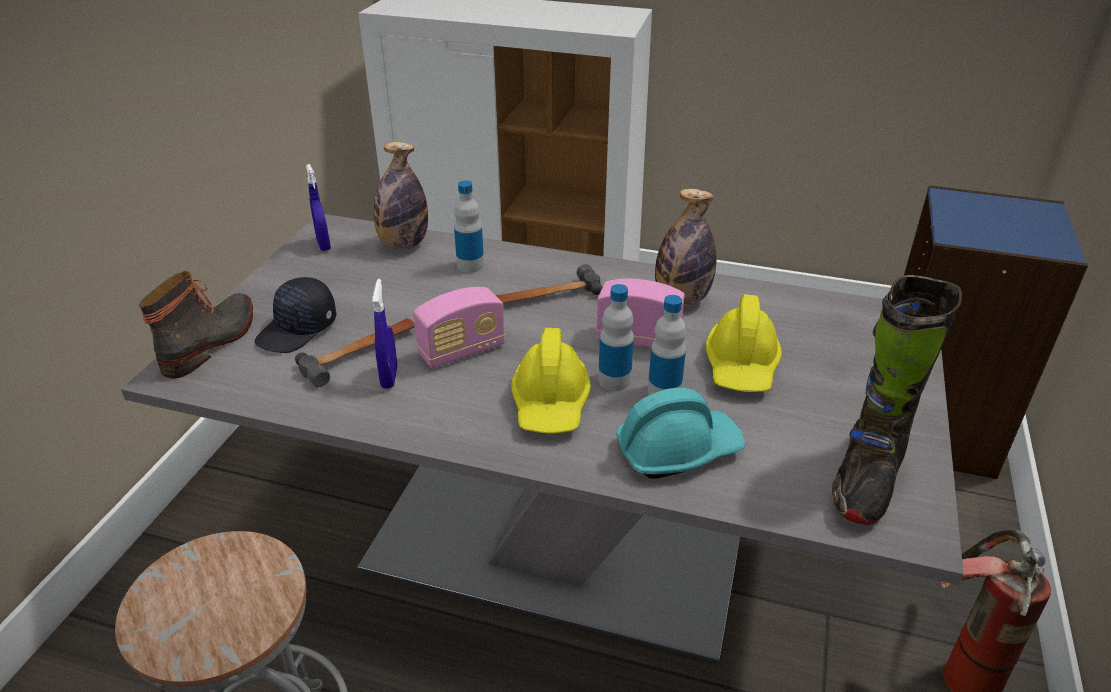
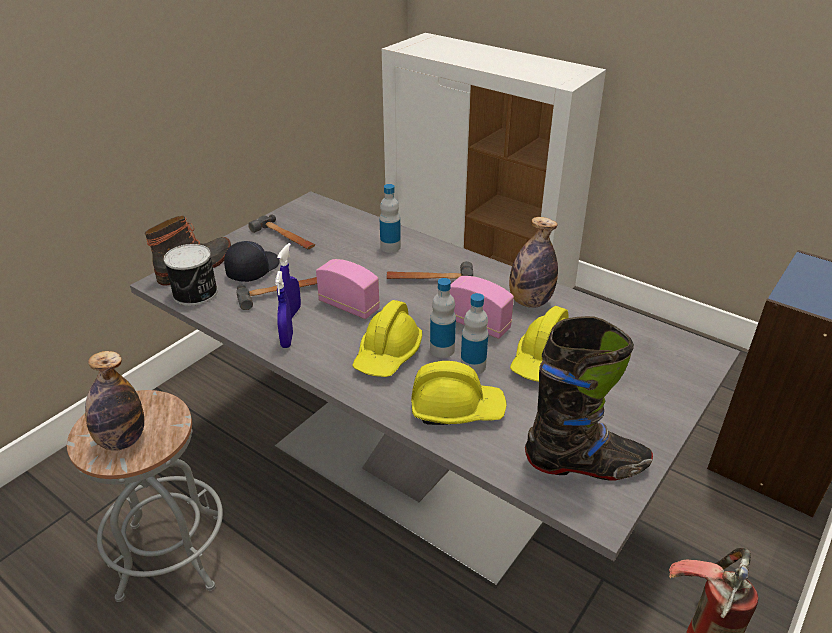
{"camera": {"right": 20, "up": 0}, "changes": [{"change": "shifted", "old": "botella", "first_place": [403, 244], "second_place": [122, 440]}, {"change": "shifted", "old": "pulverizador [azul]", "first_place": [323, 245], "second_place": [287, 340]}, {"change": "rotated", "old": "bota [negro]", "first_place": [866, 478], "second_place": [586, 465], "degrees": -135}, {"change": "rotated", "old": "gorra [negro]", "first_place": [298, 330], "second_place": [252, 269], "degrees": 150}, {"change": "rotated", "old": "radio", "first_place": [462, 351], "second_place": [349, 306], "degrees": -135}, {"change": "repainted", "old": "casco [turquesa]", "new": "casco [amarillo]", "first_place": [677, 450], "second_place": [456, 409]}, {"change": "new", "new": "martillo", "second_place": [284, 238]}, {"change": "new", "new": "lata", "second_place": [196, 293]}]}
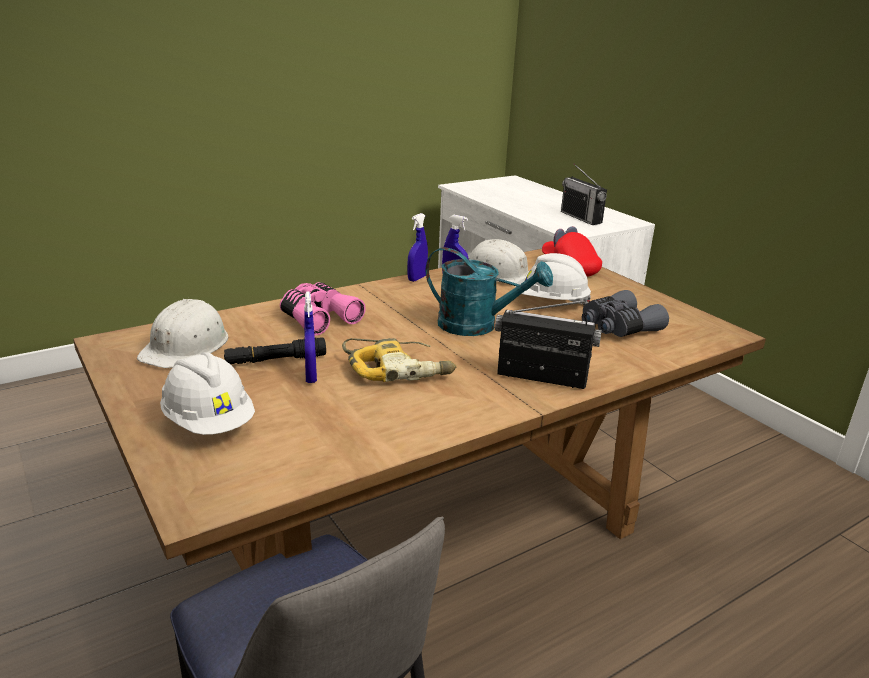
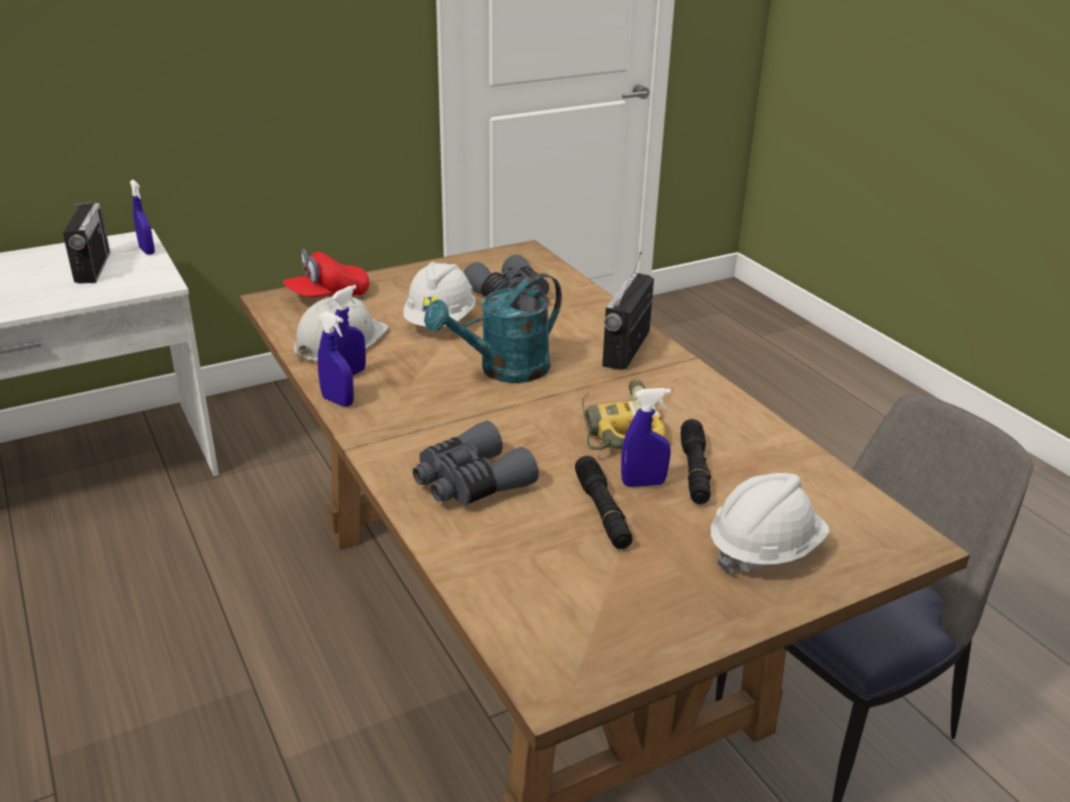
{"camera": {"right": -85, "up": 5}, "changes": [{"change": "rotated", "old": "radio", "first_place": [581, 217], "second_place": [93, 267], "degrees": -75}, {"change": "rotated", "old": "regadera [turquesa]", "first_place": [477, 326], "second_place": [503, 370], "degrees": -150}, {"change": "repainted", "old": "prismáticos [rosa]", "new": "prismáticos [gris]", "first_place": [318, 318], "second_place": [470, 482]}, {"change": "gone", "old": "casco [blanco]", "first_place": [186, 346]}, {"change": "new", "new": "pulverizador [azul]", "second_place": [147, 251]}, {"change": "new", "new": "linterna [negro]", "second_place": [694, 471]}]}
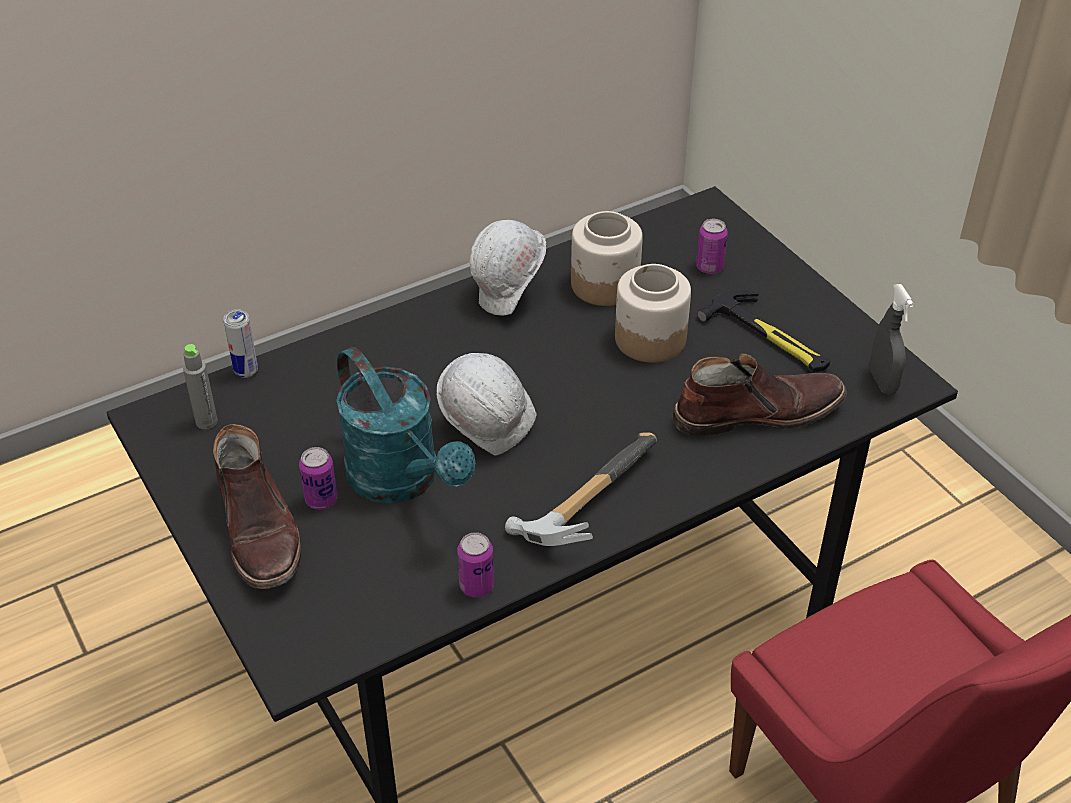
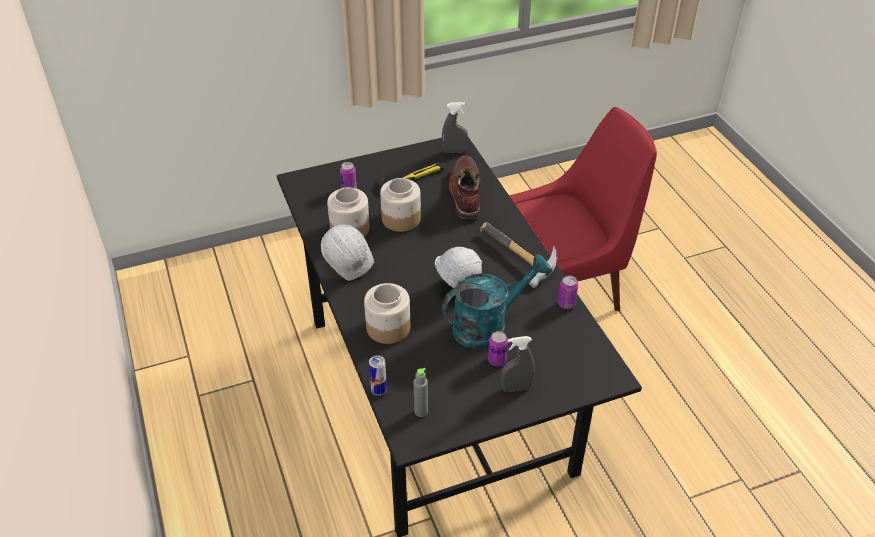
{"camera": {"right": -80, "up": 0}, "changes": [{"change": "swapped", "old": "bota [marrón]", "new": "pulverizador [gris]", "first_place": [260, 530], "second_place": [516, 388]}, {"change": "new", "new": "tarro", "second_place": [387, 328]}]}
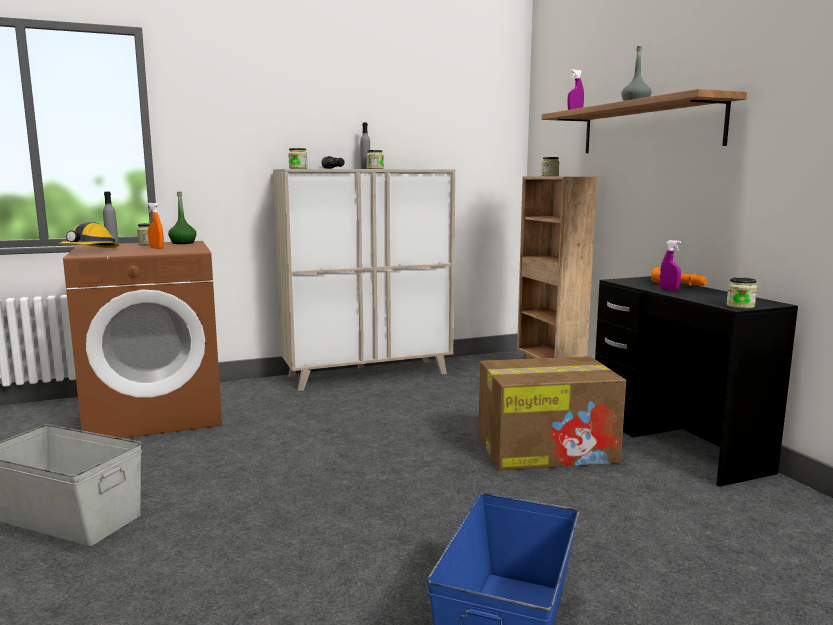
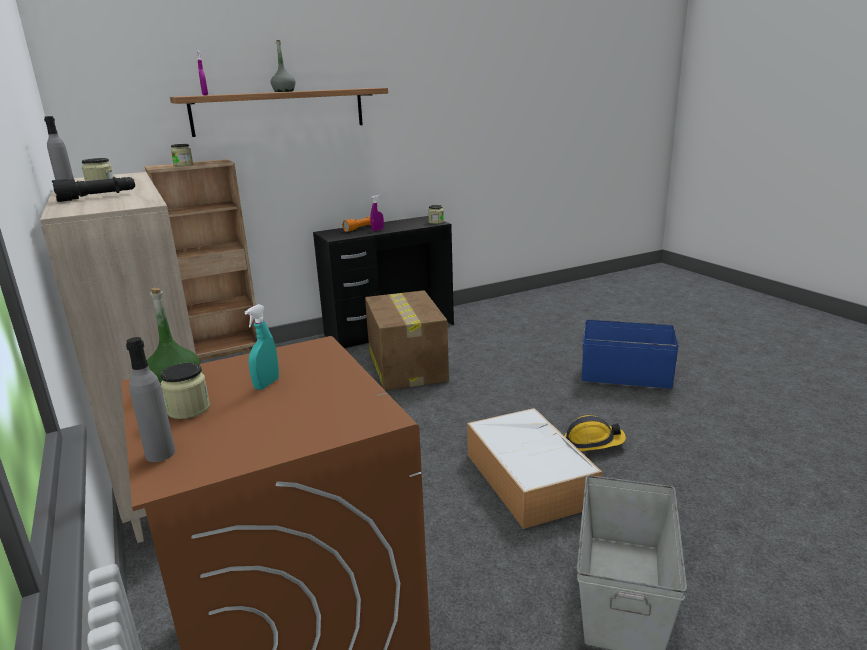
{"camera": {"right": -95, "up": 10}, "changes": [{"change": "gone", "old": "tarro", "first_place": [298, 168]}, {"change": "repainted", "old": "pulverizador [naranja]", "new": "pulverizador [turquesa]", "first_place": [156, 248], "second_place": [266, 384]}, {"change": "shifted", "old": "casco", "first_place": [90, 250], "second_place": [592, 443]}, {"change": "new", "new": "caja de almacenaje", "second_place": [527, 478]}]}
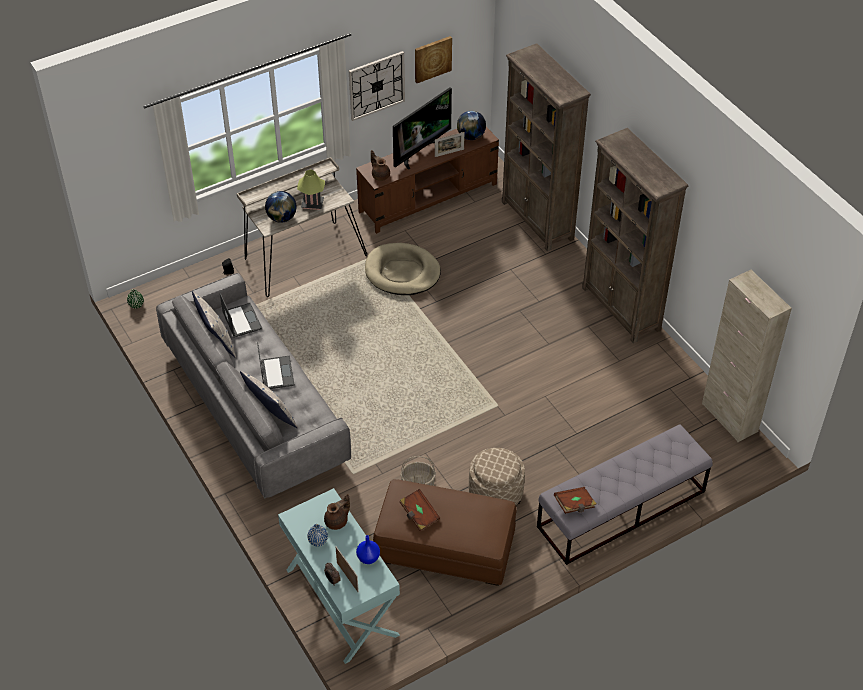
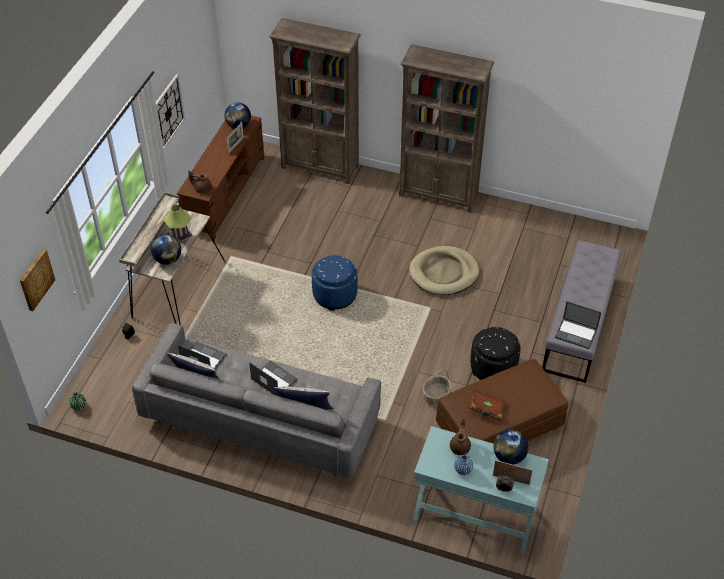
{"camera": {"right": -40, "up": 0}, "changes": [{"change": "shifted", "old": "cuadro", "first_place": [432, 58], "second_place": [36, 279]}, {"change": "gone", "old": "televisor", "first_place": [420, 151]}, {"change": "shifted", "old": "cama para perro [beis]", "first_place": [402, 272], "second_place": [444, 273]}, {"change": "gone", "old": "armario [beis]", "first_place": [729, 417]}, {"change": "repainted", "old": "puf [beis]", "new": "puf [negro]", "first_place": [495, 494], "second_place": [493, 368]}, {"change": "swapped", "old": "libro [marrón]", "new": "portátil", "first_place": [574, 505], "second_place": [576, 333]}, {"change": "swapped", "old": "florero [azul]", "new": "globo terráqueo", "first_place": [368, 558], "second_place": [509, 456]}, {"change": "new", "new": "puf [azul]", "second_place": [335, 295]}]}
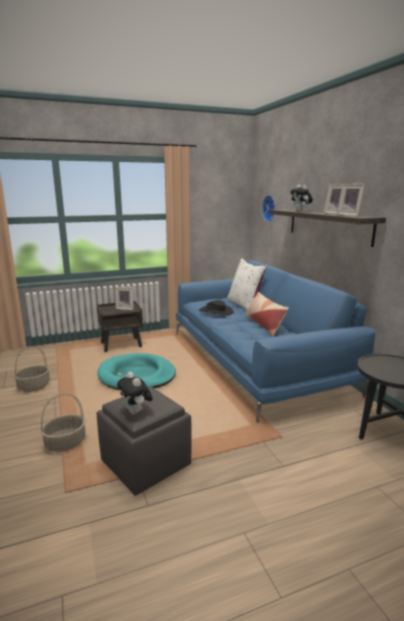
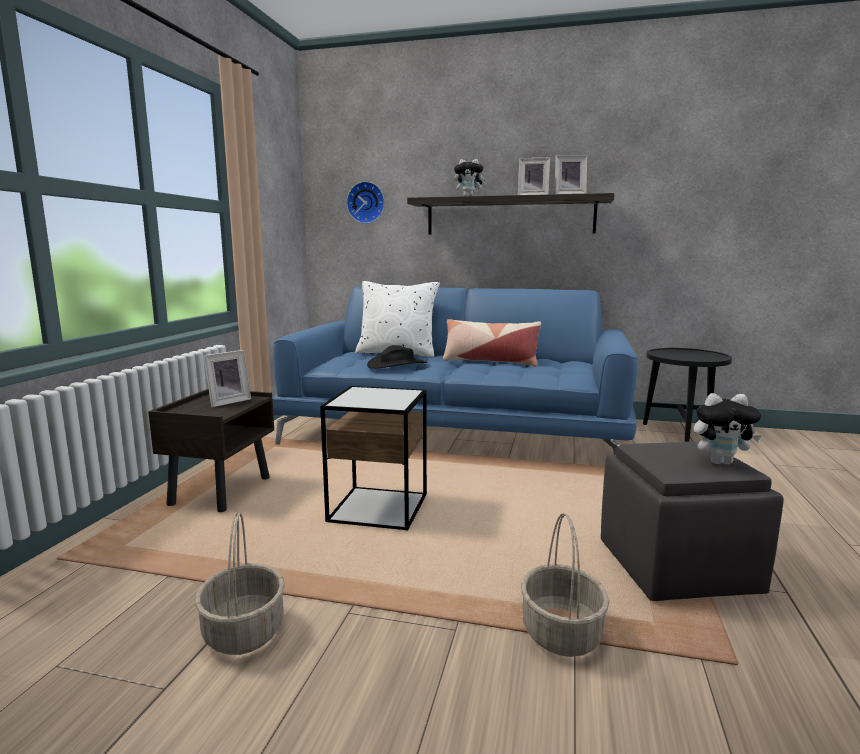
{"camera": {"right": -55, "up": -5}, "changes": [{"change": "swapped", "old": "cama para perro [turquesa]", "new": "mesa auxiliar", "first_place": [137, 375], "second_place": [379, 508]}]}
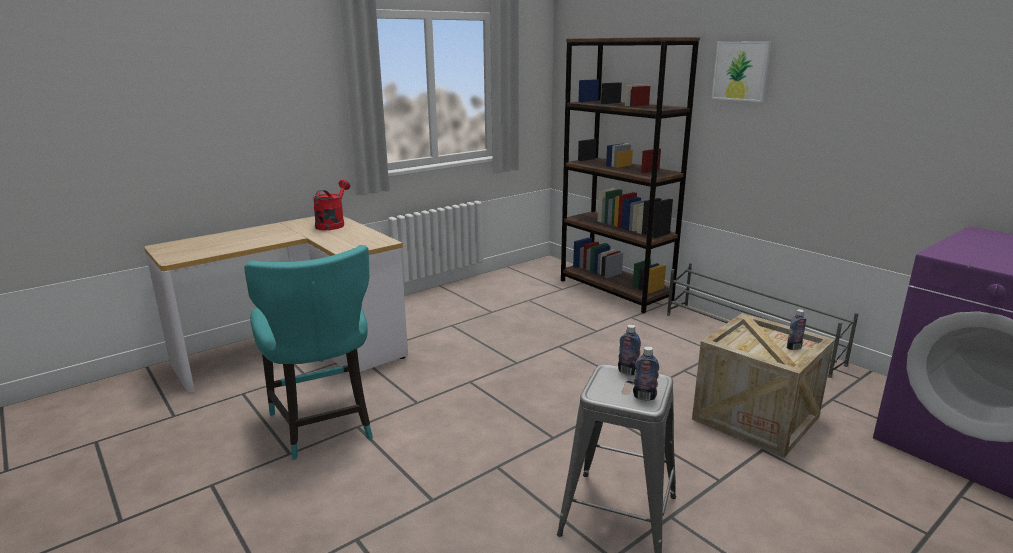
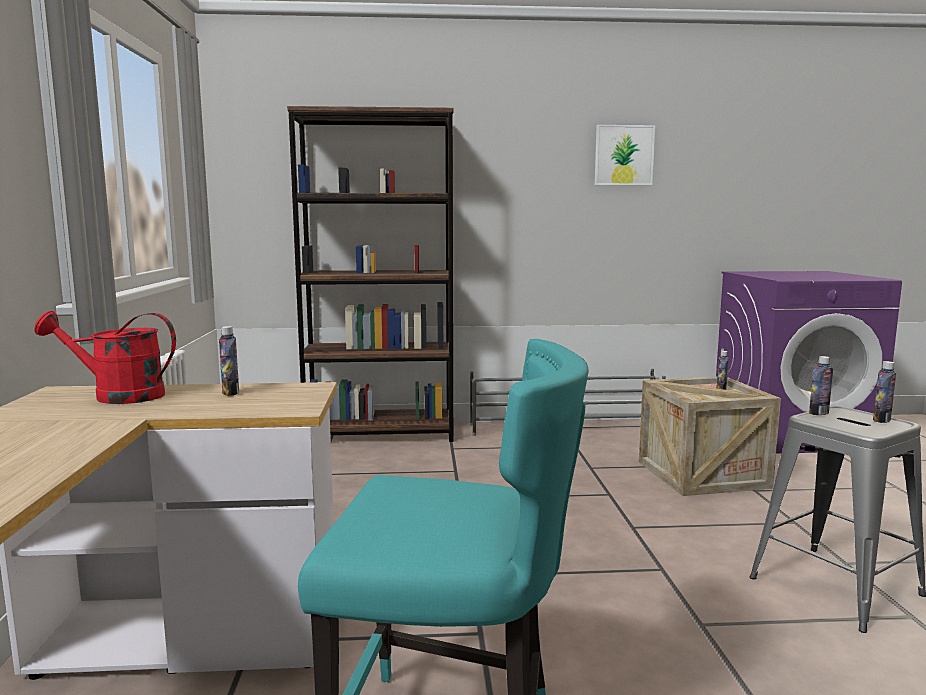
{"camera": {"right": -55, "up": -10}, "changes": [{"change": "shifted", "old": "cuadro", "first_place": [740, 71], "second_place": [624, 155]}, {"change": "rotated", "old": "regadera [rojo]", "first_place": [332, 224], "second_place": [118, 396], "degrees": -45}, {"change": "new", "new": "botella", "second_place": [230, 393]}]}
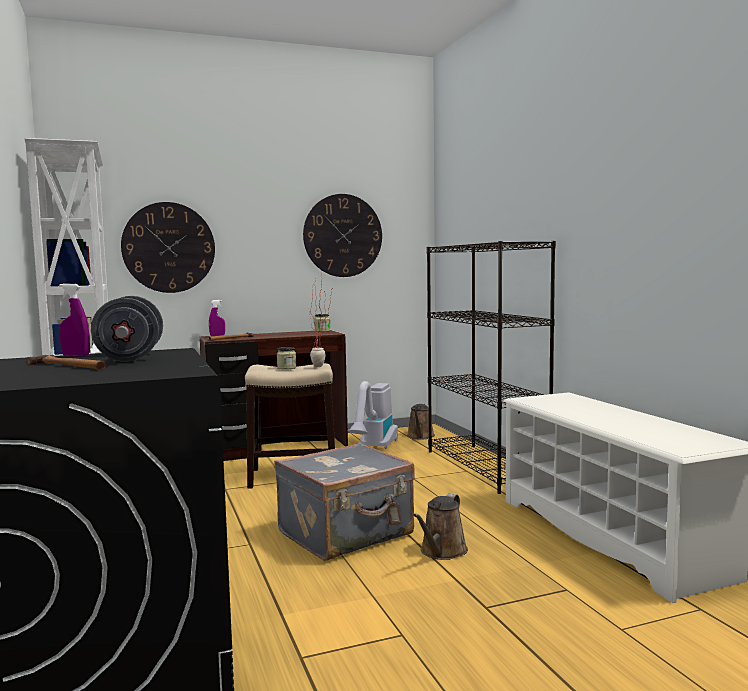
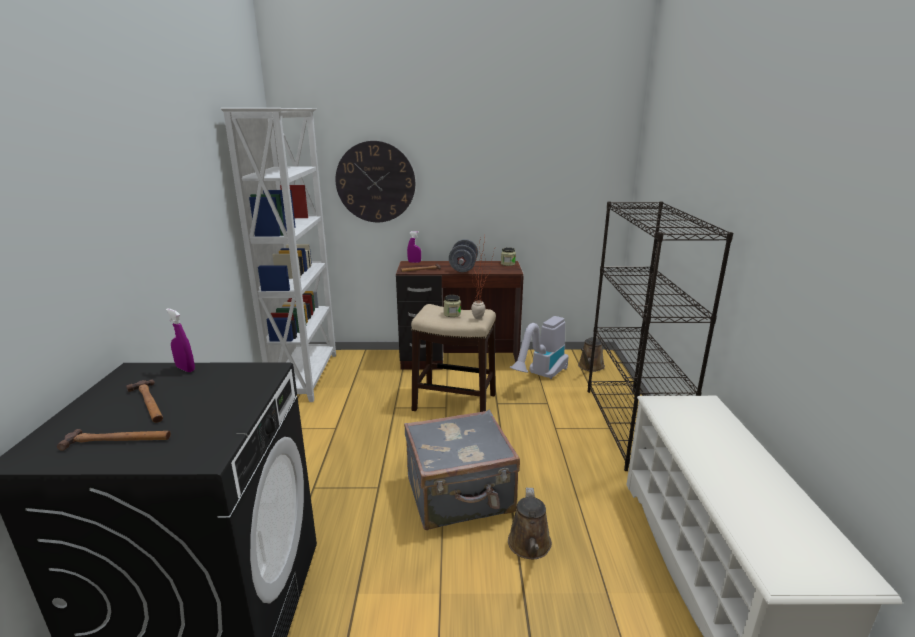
{"camera": {"right": 20, "up": 15}, "changes": [{"change": "gone", "old": "reloj de pared", "first_place": [343, 235]}, {"change": "shifted", "old": "mancuerna [gris]", "first_place": [130, 357], "second_place": [463, 268]}, {"change": "rotated", "old": "regadera [marrón]", "first_place": [442, 552], "second_place": [530, 546], "degrees": -45}, {"change": "new", "new": "martillo", "second_place": [118, 441]}]}
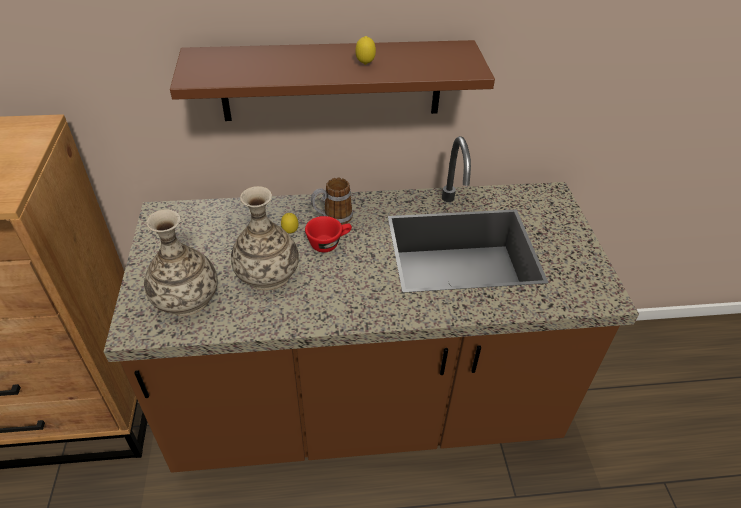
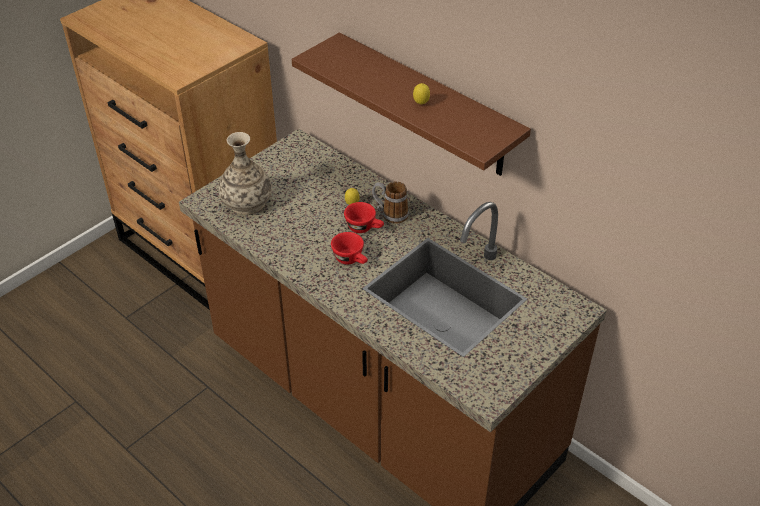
{"camera": {"right": 50, "up": 0}, "changes": [{"change": "gone", "old": "florero", "first_place": [267, 274]}, {"change": "new", "new": "taza [rojo]", "second_place": [351, 260]}]}
